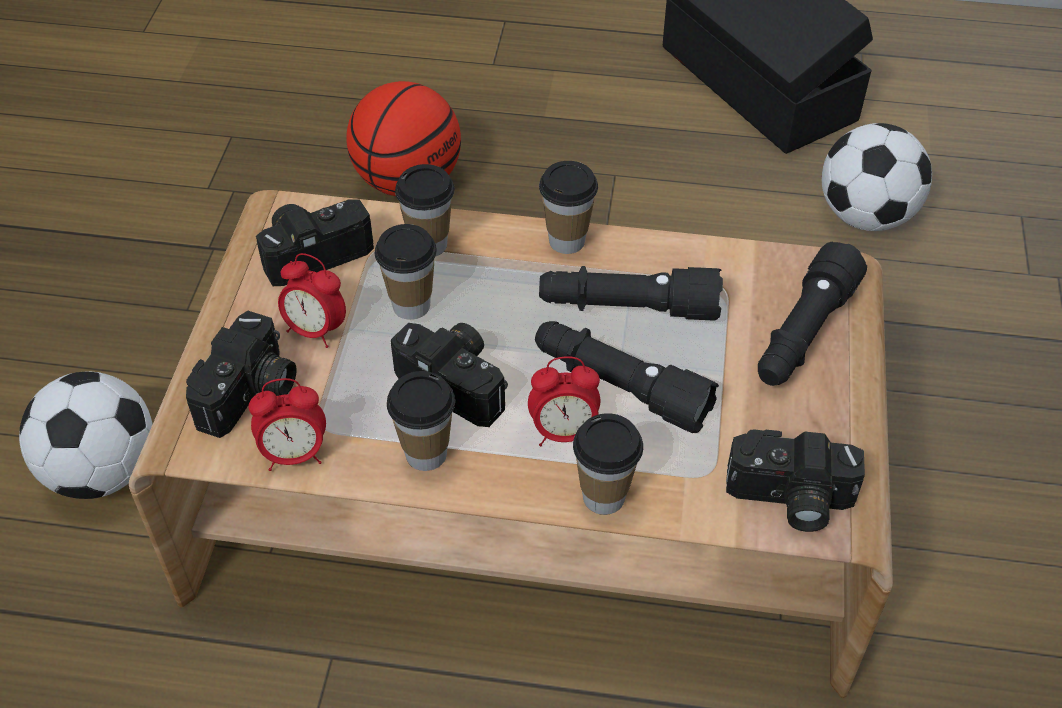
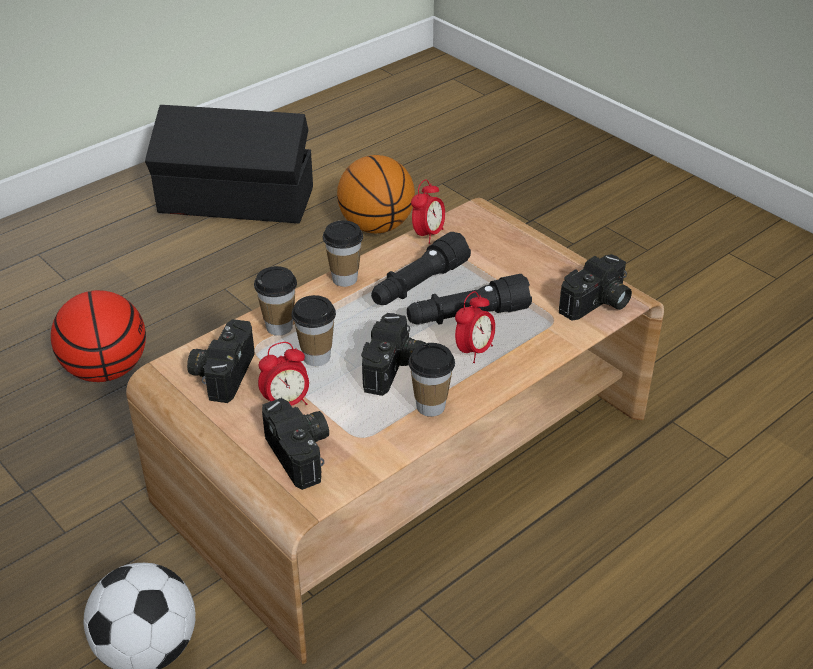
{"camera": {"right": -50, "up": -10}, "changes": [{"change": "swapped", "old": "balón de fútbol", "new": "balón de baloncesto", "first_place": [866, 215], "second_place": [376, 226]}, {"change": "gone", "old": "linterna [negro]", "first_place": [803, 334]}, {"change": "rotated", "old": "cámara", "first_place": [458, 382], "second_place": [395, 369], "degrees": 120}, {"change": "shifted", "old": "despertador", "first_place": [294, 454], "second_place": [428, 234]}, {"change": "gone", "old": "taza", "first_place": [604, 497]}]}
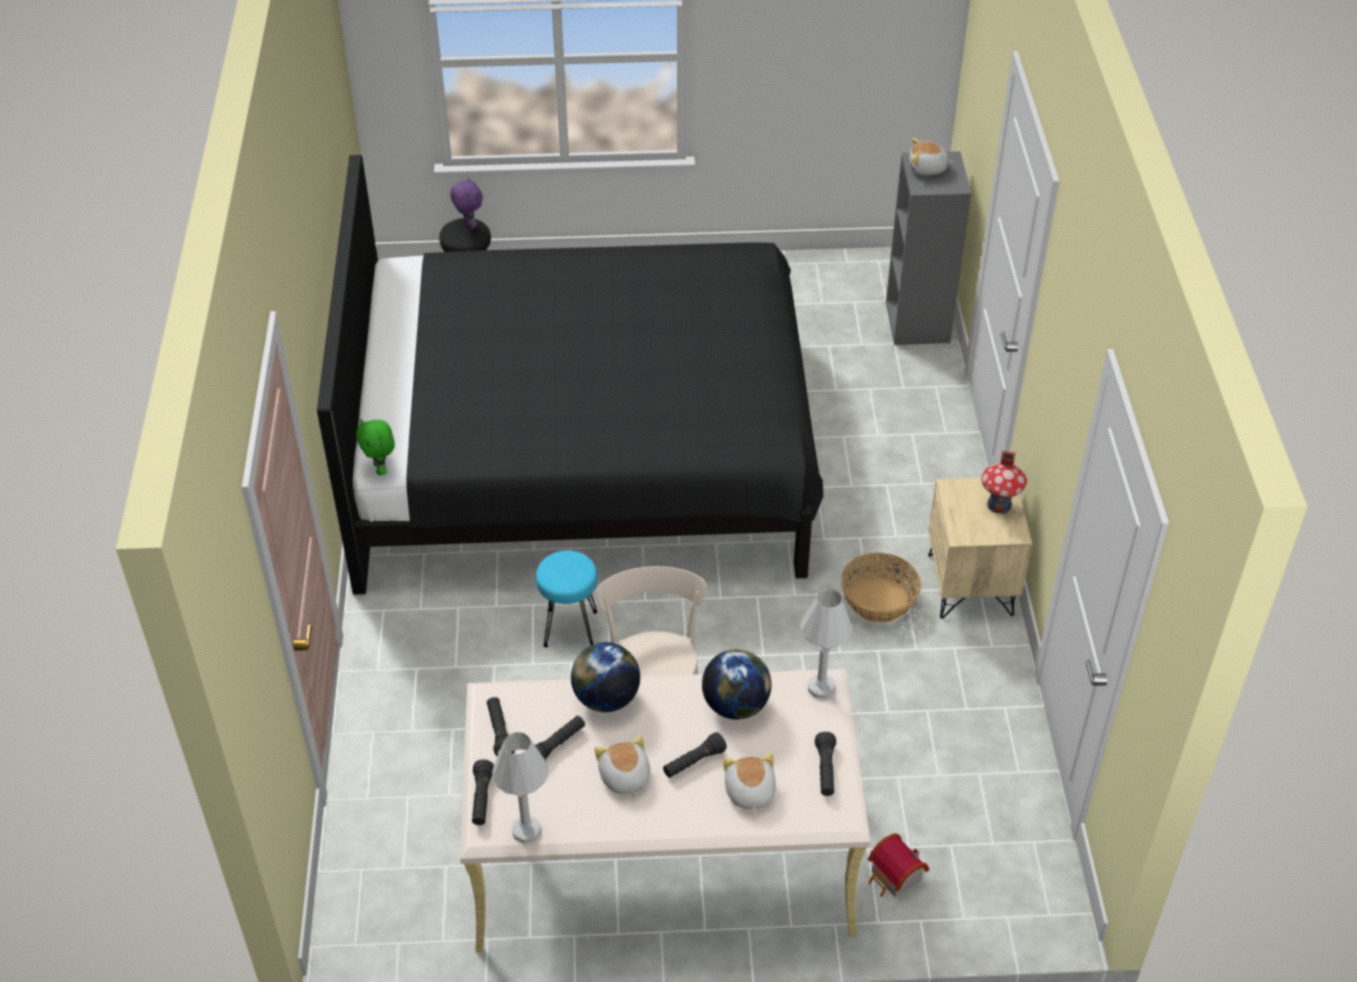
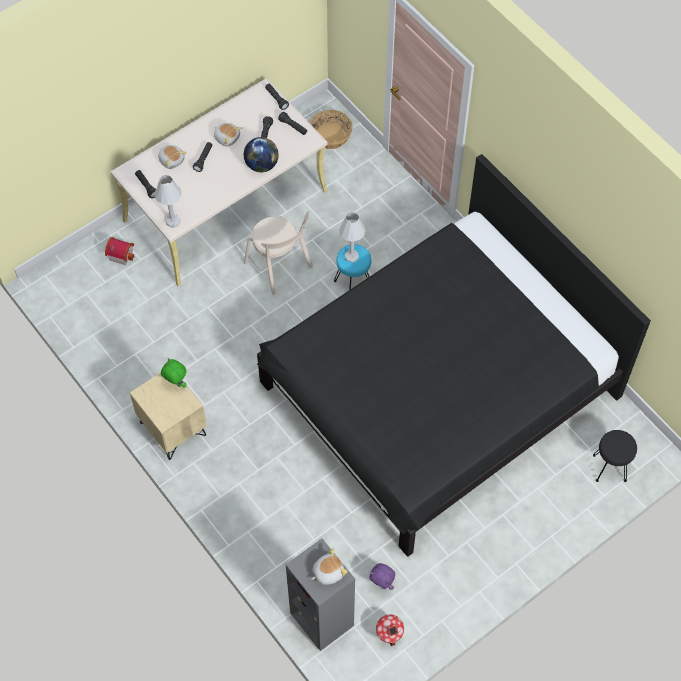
{"camera": {"right": 145, "up": 15}, "changes": [{"change": "shifted", "old": "peluche [morado]", "first_place": [469, 225], "second_place": [381, 584]}, {"change": "shifted", "old": "peluche [verde]", "first_place": [381, 469], "second_place": [176, 384]}, {"change": "shifted", "old": "casita", "first_place": [999, 505], "second_place": [389, 636]}, {"change": "shifted", "old": "cesta", "first_place": [878, 599], "second_place": [331, 136]}, {"change": "gone", "old": "globo terráqueo", "first_place": [736, 705]}, {"change": "shifted", "old": "lámpara de mesa [blanco]", "first_place": [526, 830], "second_place": [351, 256]}]}
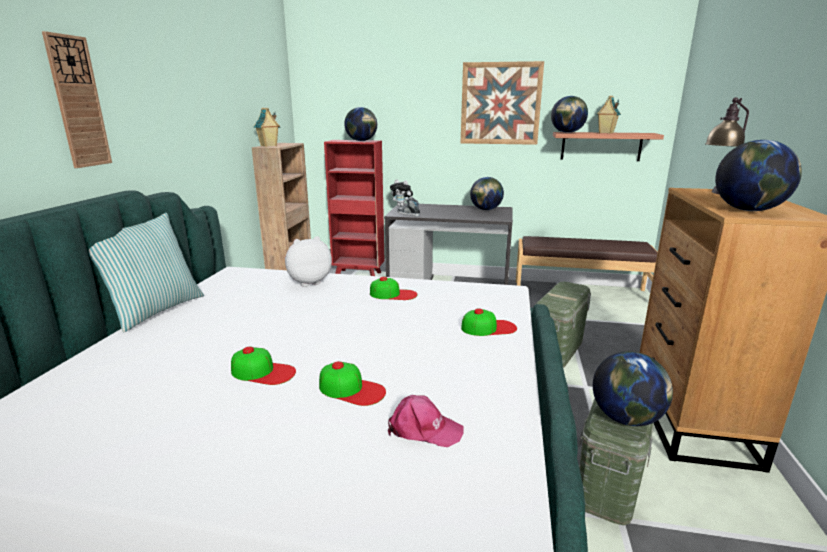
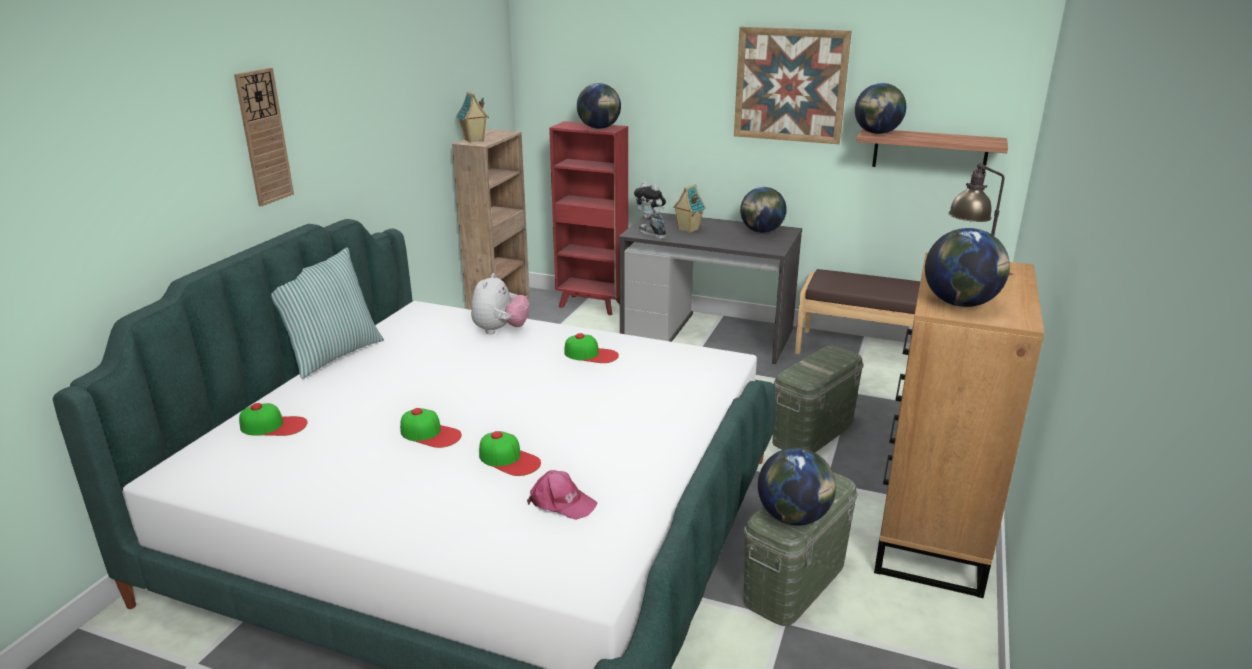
{"camera": {"right": 10, "up": 5}, "changes": [{"change": "shifted", "old": "casita", "first_place": [605, 133], "second_place": [688, 229]}, {"change": "rotated", "old": "peluche", "first_place": [308, 282], "second_place": [500, 330], "degrees": 120}, {"change": "shifted", "old": "gorra", "first_place": [489, 328], "second_place": [274, 425]}]}
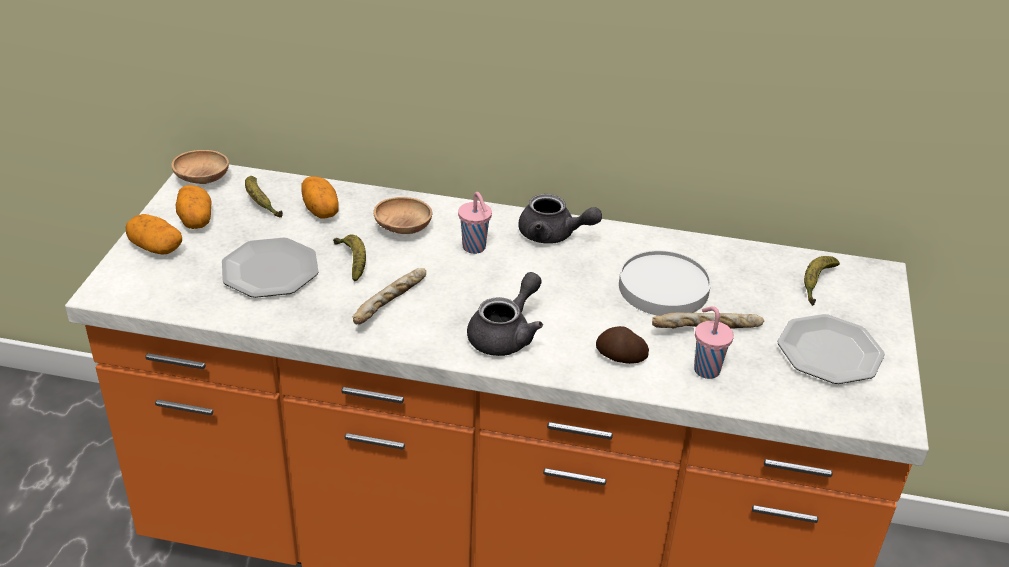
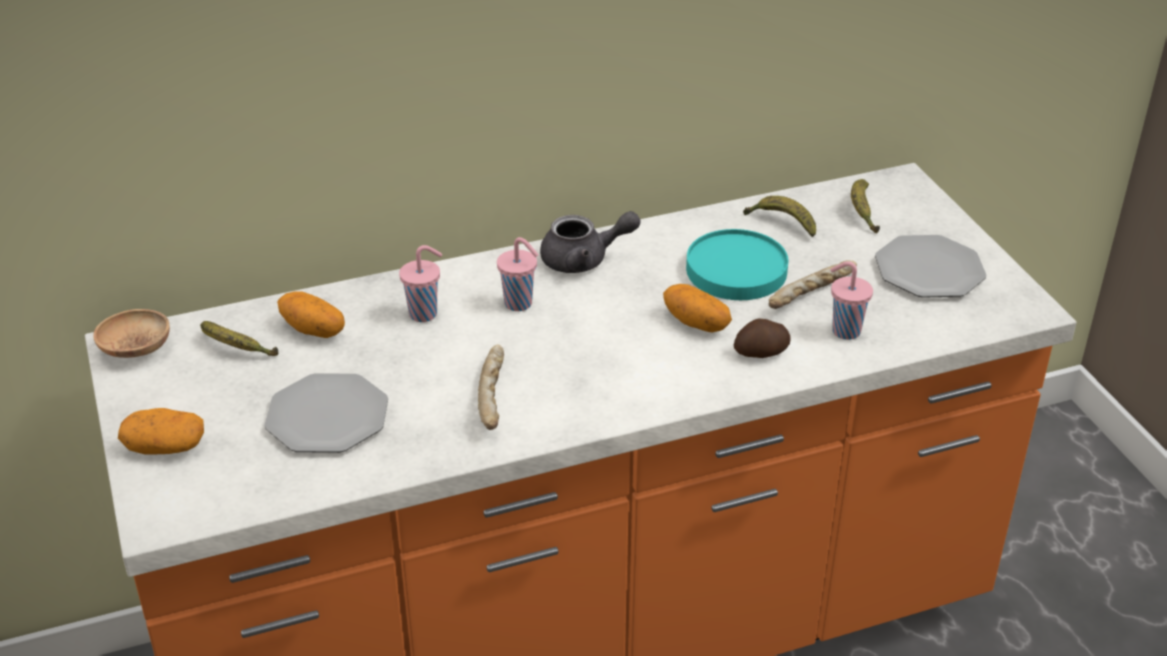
{"camera": {"right": -30, "up": 0}, "changes": [{"change": "shifted", "old": "patata", "first_place": [195, 219], "second_place": [696, 322]}, {"change": "swapped", "old": "cuenco [marrón]", "new": "taza [rosa]", "first_place": [403, 228], "second_place": [425, 314]}, {"change": "shifted", "old": "plátano", "first_place": [352, 262], "second_place": [782, 223]}, {"change": "repainted", "old": "plato [blanco]", "new": "plato [turquesa]", "first_place": [662, 288], "second_place": [735, 270]}, {"change": "gone", "old": "tetera [gris]", "first_place": [506, 334]}]}
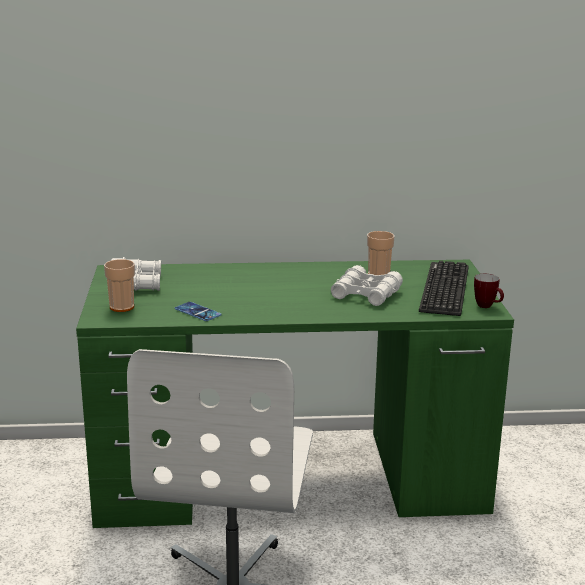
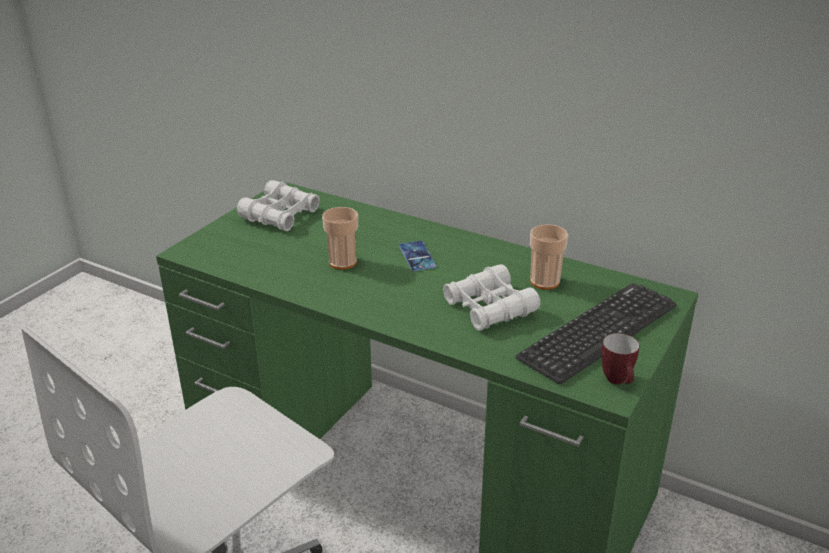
{"camera": {"right": 35, "up": 10}, "changes": [{"change": "shifted", "old": "taza", "first_place": [122, 307], "second_place": [342, 262]}, {"change": "shifted", "old": "móvil", "first_place": [197, 312], "second_place": [417, 256]}]}
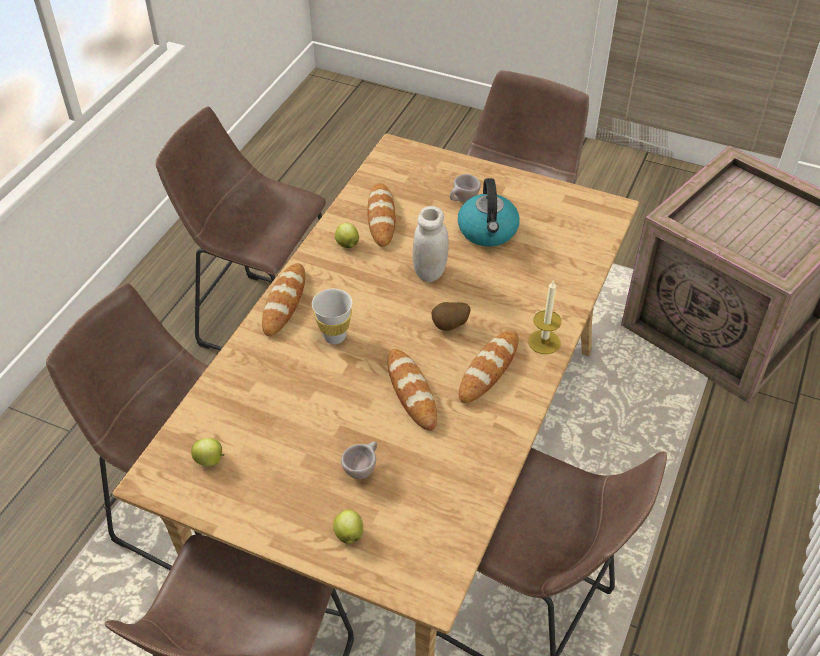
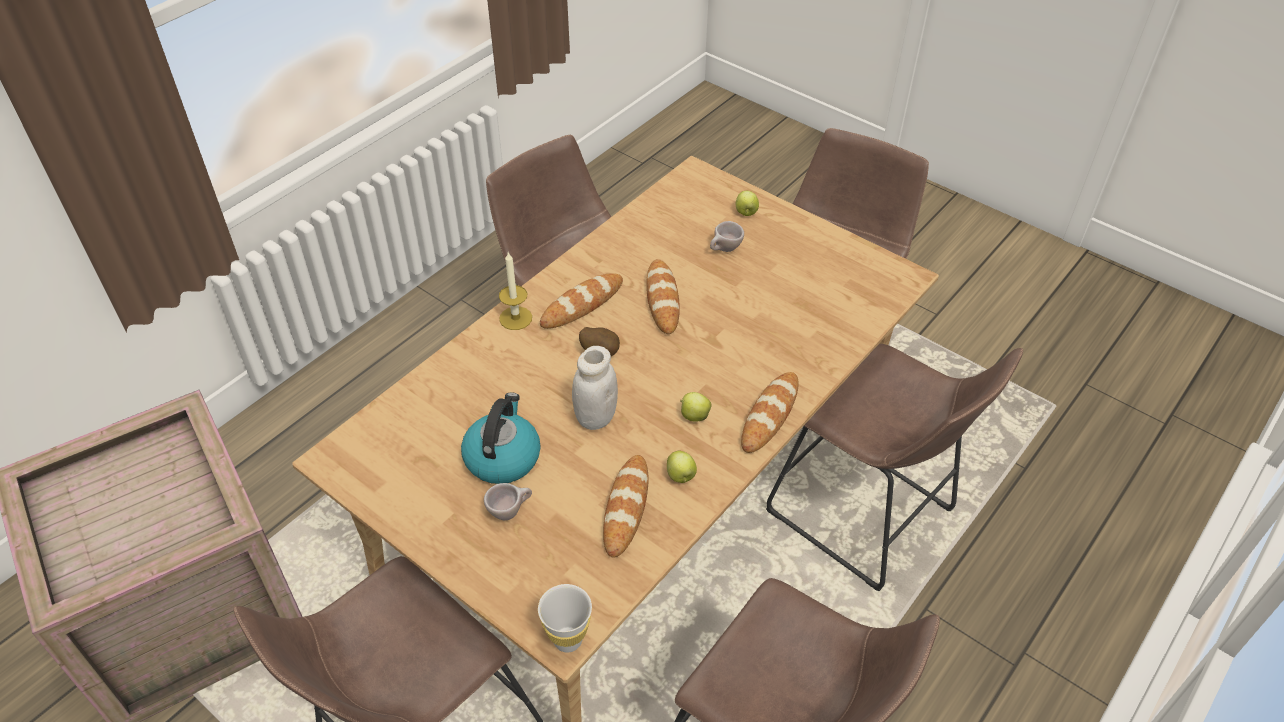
{"camera": {"right": -165, "up": 0}, "changes": [{"change": "shifted", "old": "taza [blanco]", "first_place": [334, 336], "second_place": [567, 640]}, {"change": "shifted", "old": "manzana", "first_place": [210, 460], "second_place": [694, 416]}]}
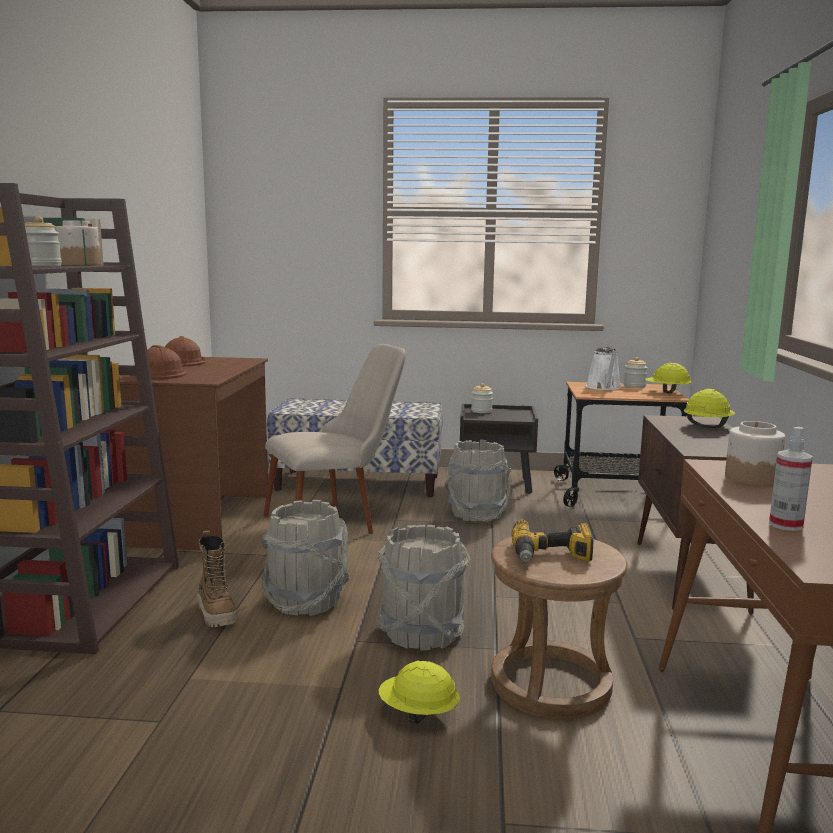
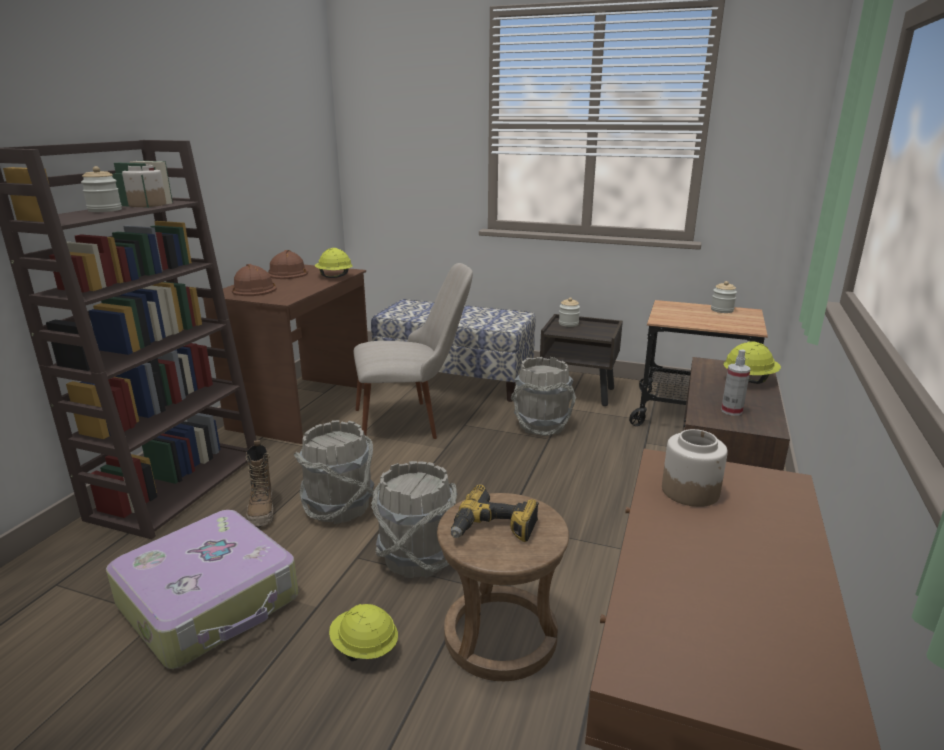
{"camera": {"right": 15, "up": 10}, "changes": [{"change": "gone", "old": "regadera [blanco]", "first_place": [604, 387]}, {"change": "shifted", "old": "casco [amarillo]", "first_place": [666, 392], "second_place": [334, 276]}, {"change": "shifted", "old": "pulverizador", "first_place": [786, 525], "second_place": [731, 411]}, {"change": "new", "new": "maleta", "second_place": [211, 601]}]}
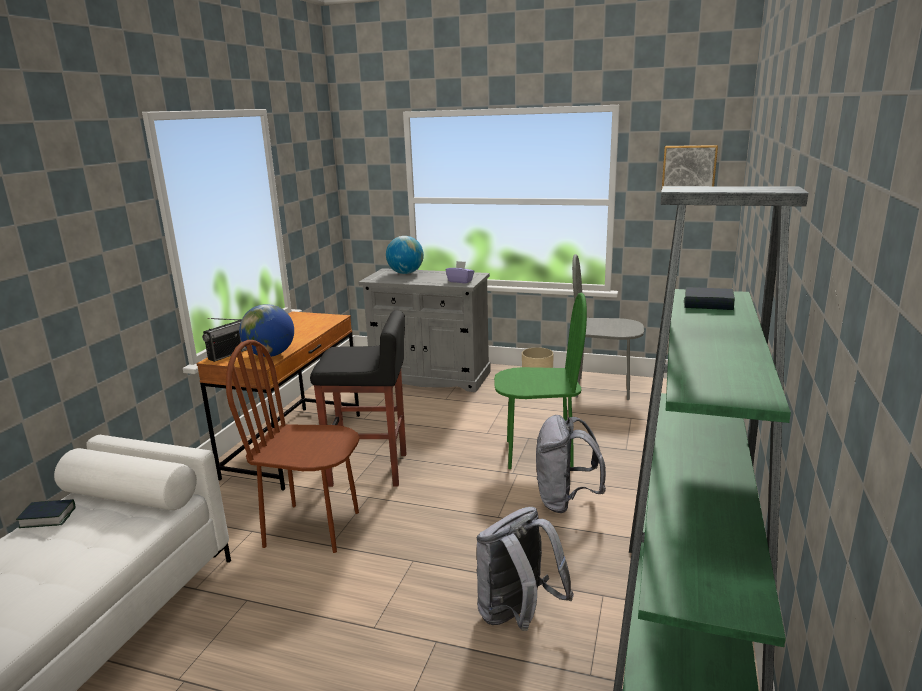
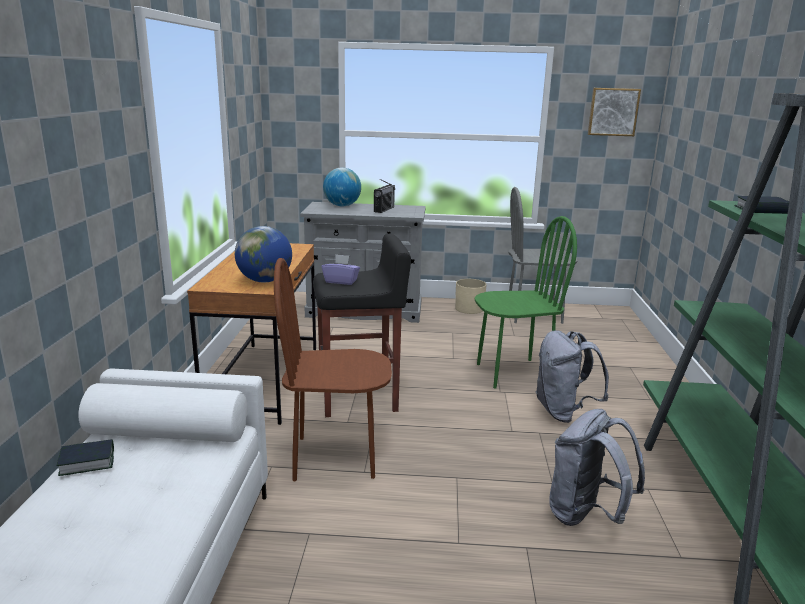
{"camera": {"right": -15, "up": 0}, "changes": [{"change": "shifted", "old": "caja de pañuelos [morado]", "first_place": [460, 281], "second_place": [341, 281]}, {"change": "shifted", "old": "radio", "first_place": [229, 354], "second_place": [384, 209]}]}
